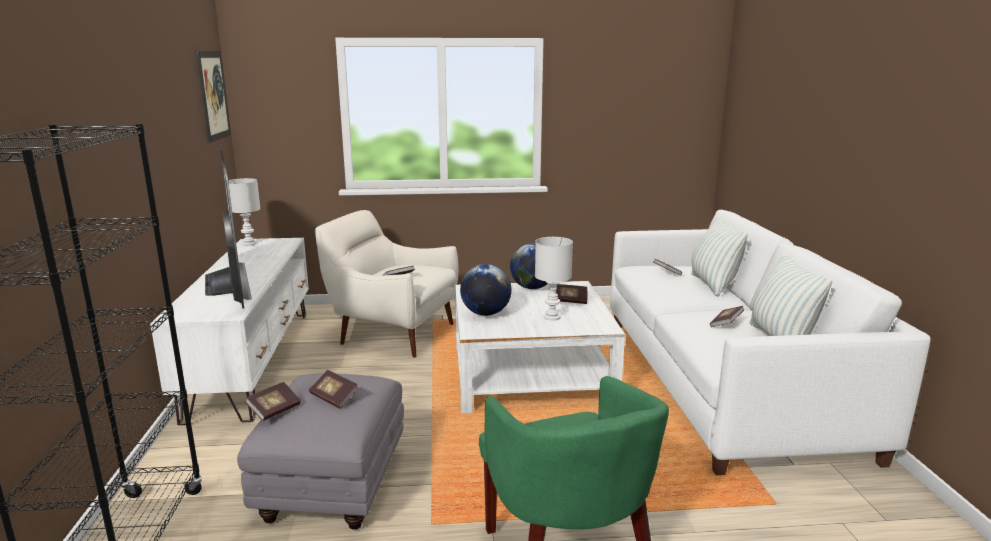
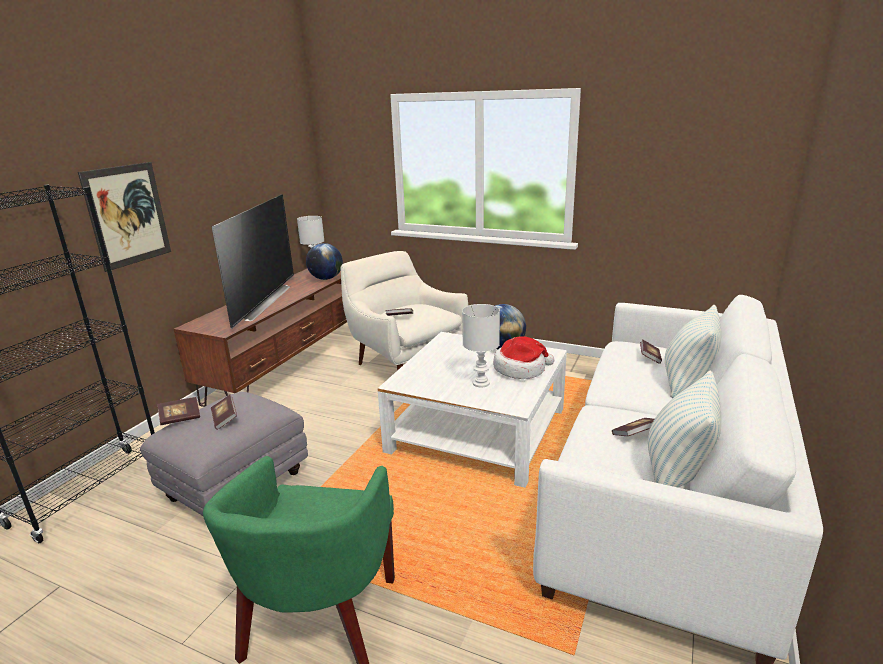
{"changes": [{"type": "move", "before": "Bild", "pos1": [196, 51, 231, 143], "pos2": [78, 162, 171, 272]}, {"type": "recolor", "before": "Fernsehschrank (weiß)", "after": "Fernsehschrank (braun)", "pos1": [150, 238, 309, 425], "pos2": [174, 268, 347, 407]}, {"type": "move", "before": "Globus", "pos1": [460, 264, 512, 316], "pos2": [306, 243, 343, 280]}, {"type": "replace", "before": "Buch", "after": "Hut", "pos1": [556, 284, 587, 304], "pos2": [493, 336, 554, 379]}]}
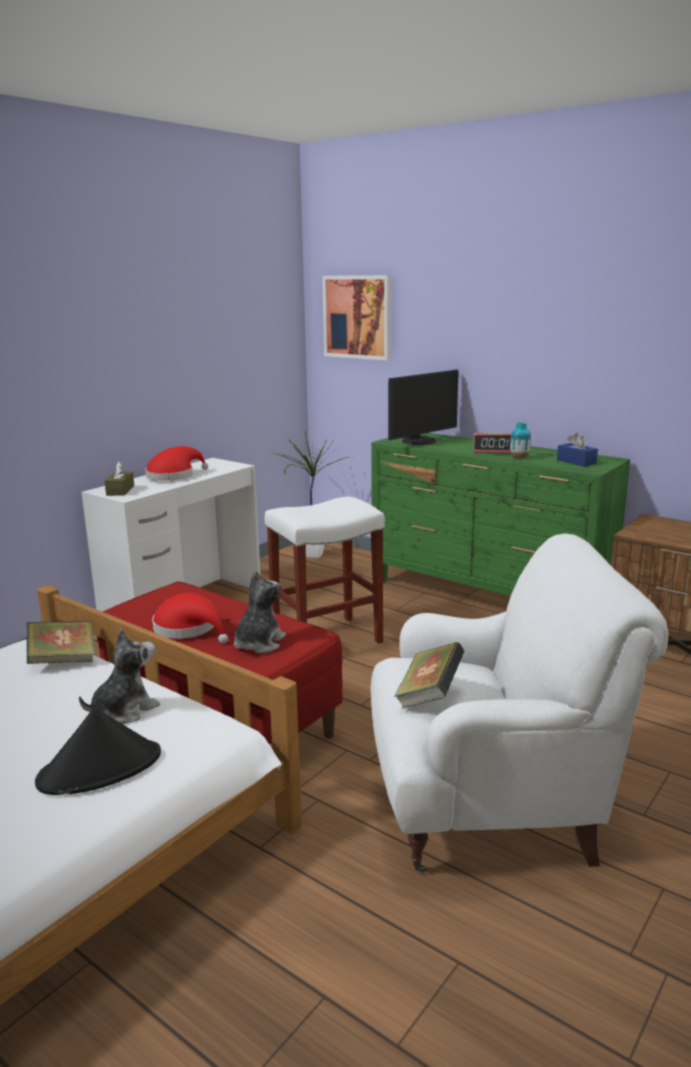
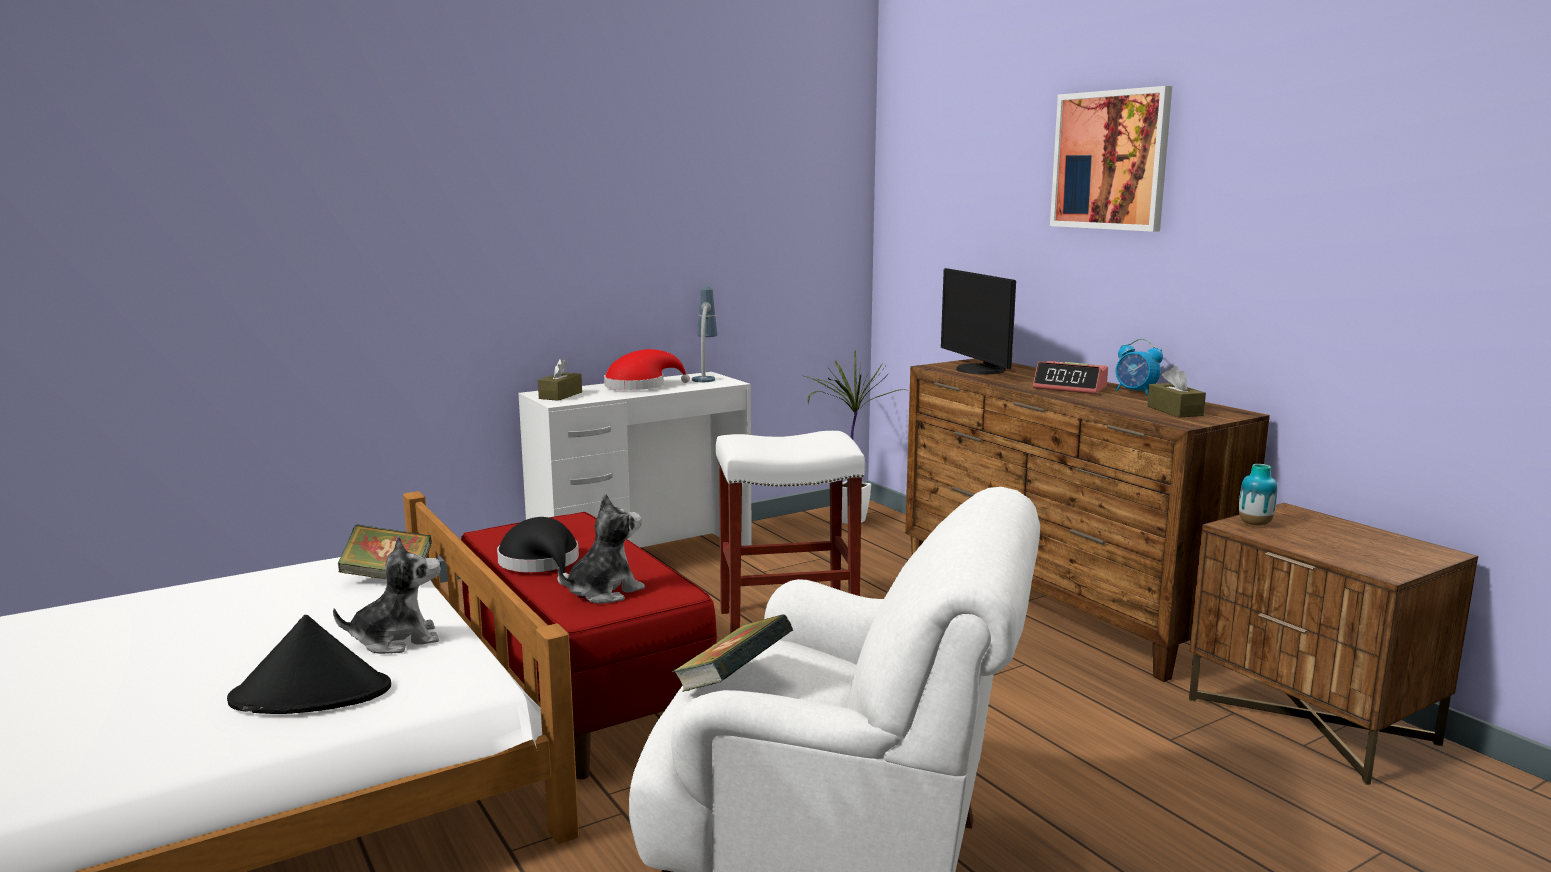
{"changes": [{"type": "move", "before": "Bild", "pos1": [322, 275, 391, 361], "pos2": [1050, 86, 1172, 232]}, {"type": "rotate", "before": "Monitor", "pos1": [388, 369, 459, 445], "pos2": [941, 268, 1016, 375], "turn": 90}, {"type": "move", "before": "Vase", "pos1": [510, 422, 531, 459], "pos2": [1239, 464, 1277, 526]}, {"type": "recolor", "before": "Kommode (grün)", "after": "Kommode (braun)", "pos1": [371, 433, 630, 596], "pos2": [905, 359, 1270, 682]}, {"type": "recolor", "before": "Taschentuchbox (blau)", "after": "Taschentuchbox (braun)", "pos1": [557, 433, 598, 467], "pos2": [1147, 366, 1206, 418]}, {"type": "recolor", "before": "Hut (rot)", "after": "Hut (schwarz)", "pos1": [152, 593, 228, 643], "pos2": [497, 517, 579, 585]}, {"type": "insert", "after": "Tischlampe", "pos2": [692, 286, 717, 382]}, {"type": "insert", "after": "Wecker", "pos2": [1116, 339, 1163, 396]}]}
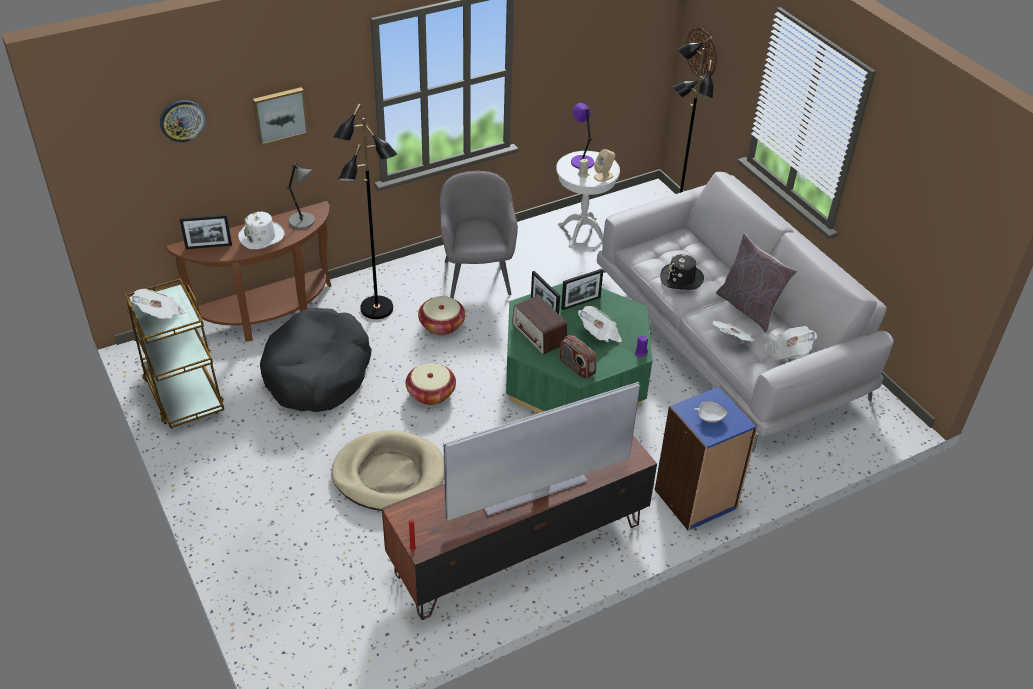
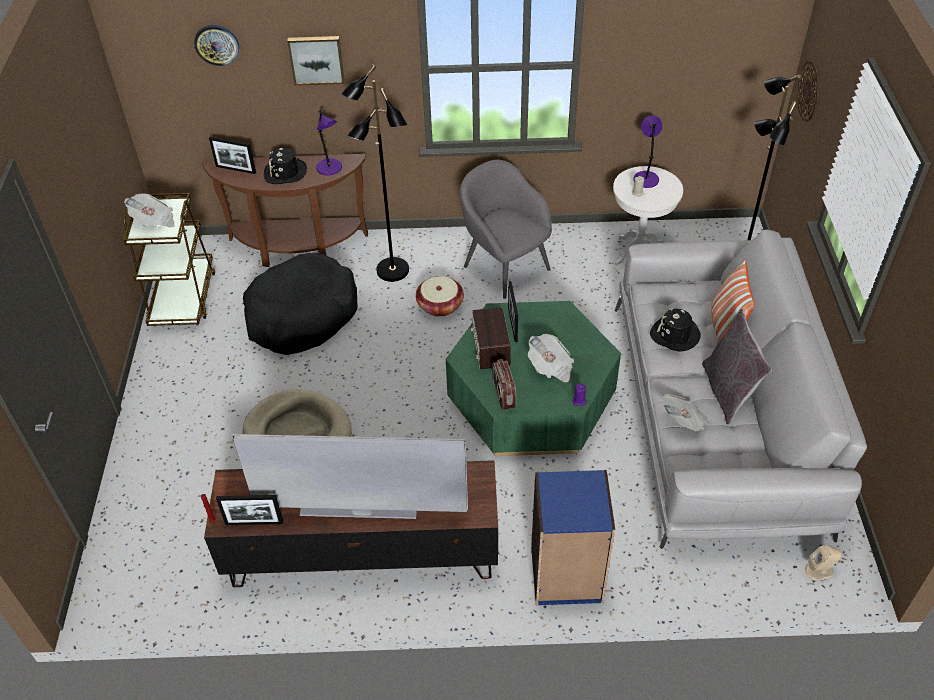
{"changes": [{"type": "move", "before": "Lautsprecher (beige)", "pos1": [594, 149, 615, 182], "pos2": [805, 545, 842, 580]}, {"type": "recolor", "before": "Tischlampe (grau)", "after": "Tischlampe (lila)", "pos1": [287, 163, 315, 229], "pos2": [316, 110, 342, 175]}, {"type": "rotate", "before": "Sessel (grau)", "pos1": [440, 171, 518, 298], "pos2": [460, 160, 552, 299], "turn": -60}, {"type": "recolor", "before": "Hut (weiß)", "after": "Hut (schwarz)", "pos1": [238, 211, 285, 249], "pos2": [264, 148, 307, 184]}, {"type": "move", "before": "Bilderrahmen", "pos1": [561, 269, 603, 310], "pos2": [216, 495, 283, 525]}, {"type": "delete", "before": "Zeitung", "pos1": [764, 326, 817, 362]}, {"type": "delete", "before": "Korb", "pos1": [406, 363, 456, 405]}, {"type": "delete", "before": "Schüssel (weiß)", "pos1": [694, 402, 727, 422]}, {"type": "insert", "after": "Kissen", "pos2": [711, 259, 755, 342]}]}
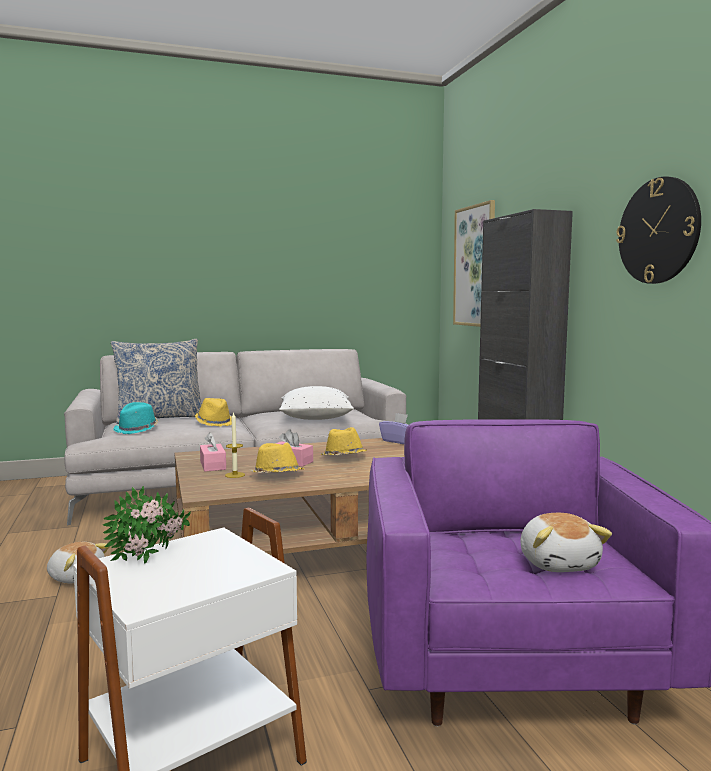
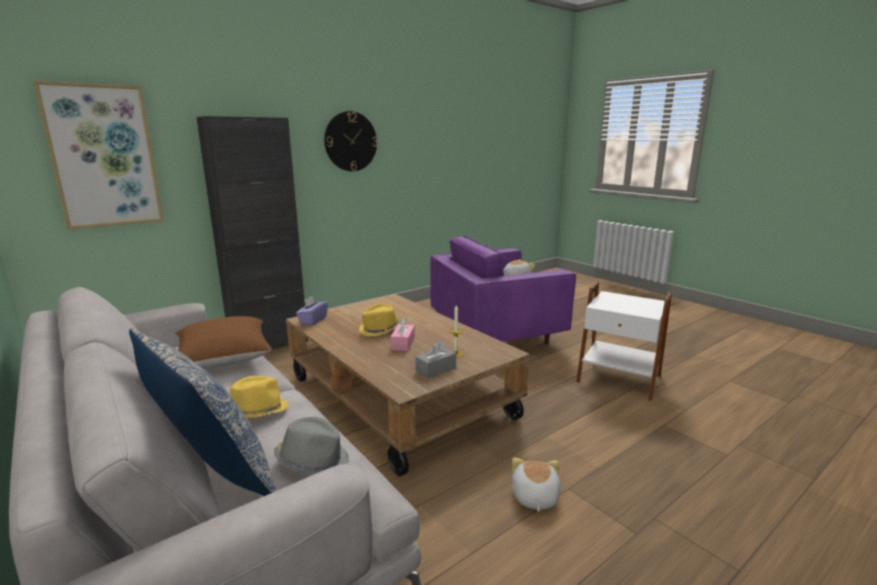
{"changes": [{"type": "recolor", "before": "Kissen (weiß)", "after": "Kissen (braun)", "pos1": [279, 386, 354, 420], "pos2": [175, 316, 273, 368]}, {"type": "recolor", "before": "Hut (türkis)", "after": "Hut (grau)", "pos1": [113, 402, 159, 434], "pos2": [274, 417, 349, 477]}, {"type": "recolor", "before": "Taschentuchbox (rosa)", "after": "Taschentuchbox (grau)", "pos1": [200, 432, 226, 472], "pos2": [415, 341, 456, 378]}, {"type": "delete", "before": "Hut (gelb)", "pos1": [249, 442, 304, 473]}, {"type": "delete", "before": "Topfpflanze", "pos1": [103, 486, 191, 564]}]}
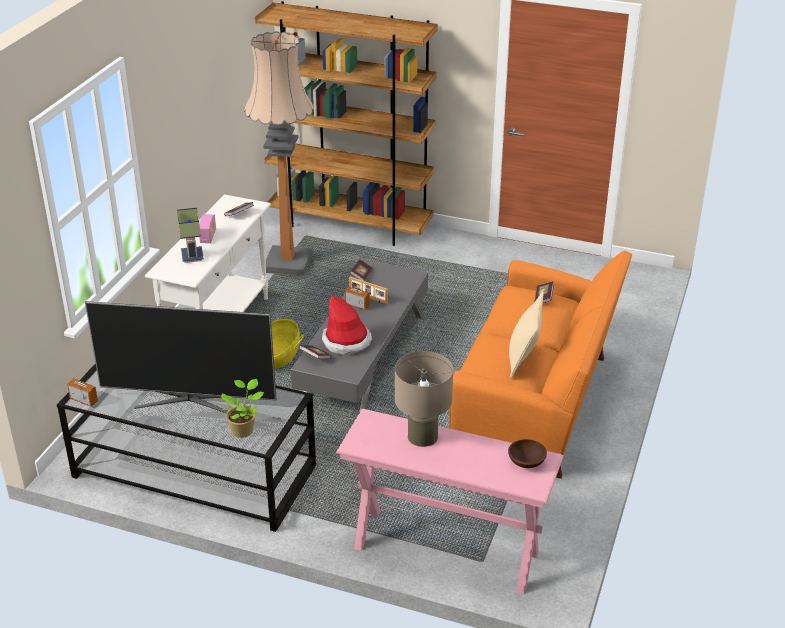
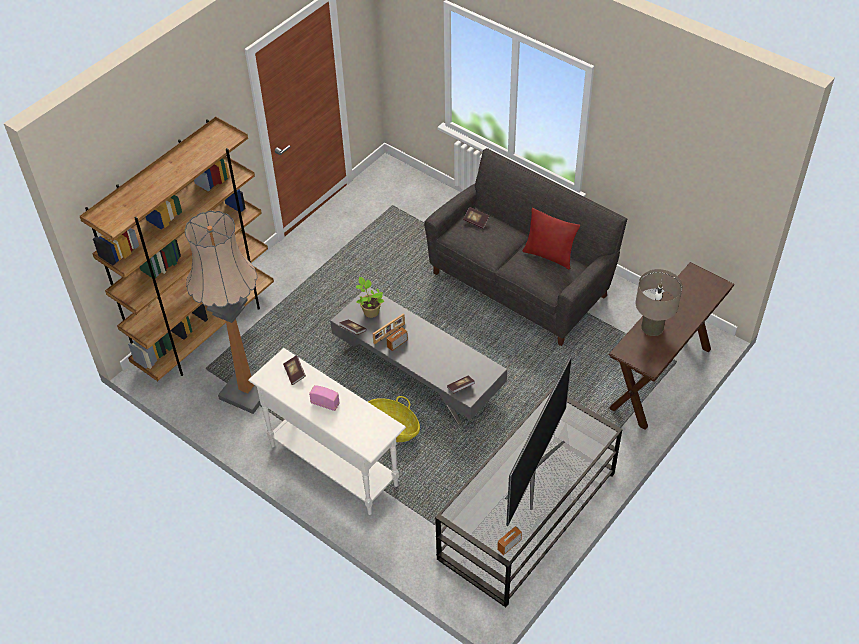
{"changes": [{"type": "delete", "before": "Tischlampe", "pos1": [177, 208, 204, 263]}, {"type": "recolor", "before": "Sofa (orange)", "after": "Sofa (grau)", "pos1": [449, 250, 632, 479], "pos2": [424, 148, 627, 346]}, {"type": "recolor", "before": "Kissen (beige)", "after": "Kissen (rot)", "pos1": [509, 292, 544, 378], "pos2": [523, 208, 580, 269]}, {"type": "delete", "before": "Hut", "pos1": [322, 296, 372, 355]}, {"type": "move", "before": "Topfpflanze", "pos1": [218, 379, 264, 438], "pos2": [356, 277, 384, 318]}, {"type": "recolor", "before": "Konsolentisch (rosa)", "after": "Konsolentisch (braun)", "pos1": [336, 409, 564, 594], "pos2": [609, 262, 735, 430]}, {"type": "delete", "before": "Schüssel (braun)", "pos1": [508, 439, 547, 468]}]}
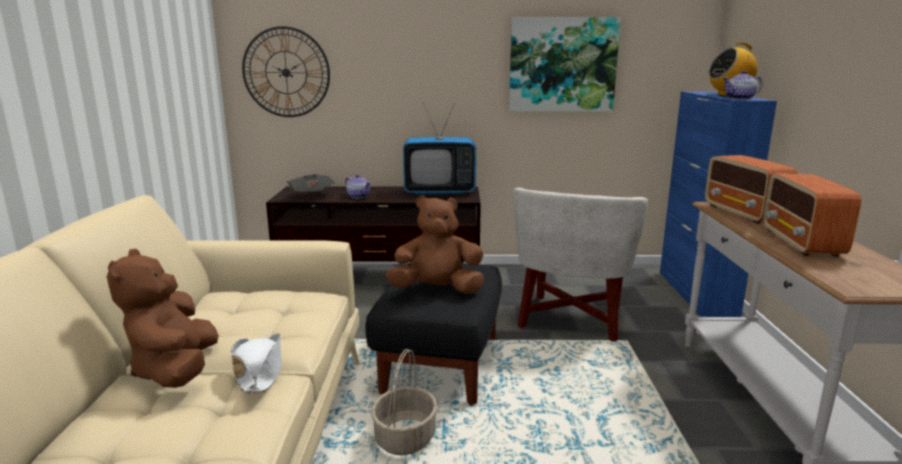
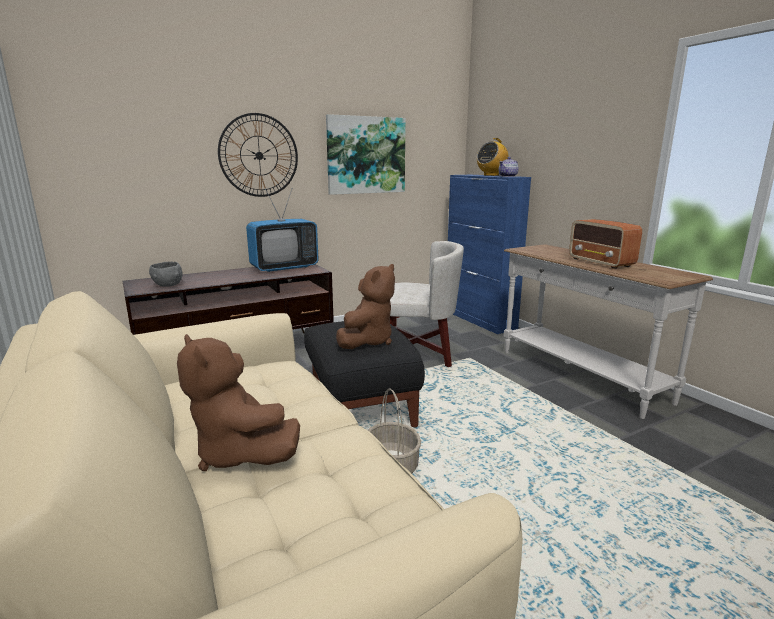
{"changes": [{"type": "move", "before": "Wanduhr", "pos1": [242, 26, 330, 117], "pos2": [218, 113, 298, 197]}, {"type": "delete", "before": "Radio", "pos1": [705, 155, 798, 224]}, {"type": "replace", "before": "Zeitung", "after": "Schüssel (grau)", "pos1": [287, 174, 335, 192], "pos2": [149, 262, 183, 287]}, {"type": "delete", "before": "Teekanne", "pos1": [345, 174, 371, 198]}, {"type": "rotate", "before": "Sessel (weiß)", "pos1": [513, 188, 648, 341], "pos2": [390, 241, 464, 367], "turn": -75}, {"type": "rotate", "before": "Plüschtier (braun)", "pos1": [386, 195, 484, 294], "pos2": [336, 264, 395, 349], "turn": 150}, {"type": "delete", "before": "Hut (weiß)", "pos1": [231, 333, 282, 394]}]}
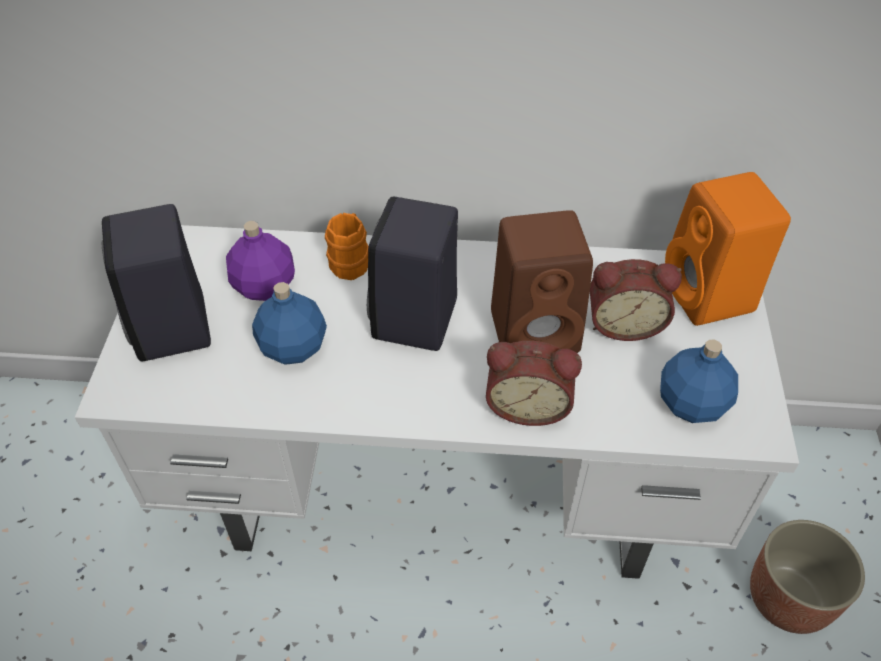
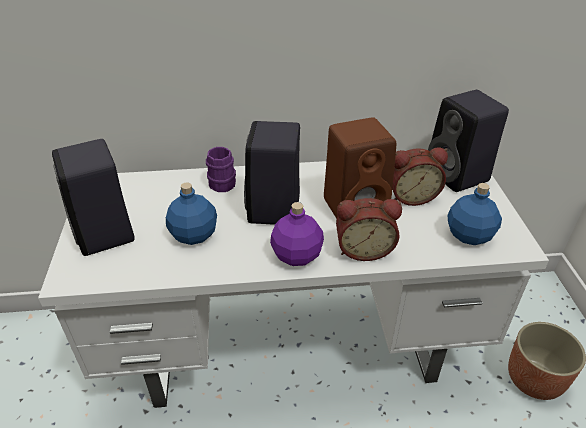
{"changes": [{"type": "recolor", "before": "Lautsprecher (orange)", "after": "Lautsprecher (schwarz)", "pos1": [665, 172, 791, 326], "pos2": [428, 90, 509, 192]}, {"type": "recolor", "before": "Henkelbecher (orange)", "after": "Henkelbecher (lila)", "pos1": [325, 213, 369, 280], "pos2": [206, 147, 236, 192]}, {"type": "move", "before": "Flasche (lila)", "pos1": [226, 221, 295, 301], "pos2": [270, 202, 324, 266]}]}
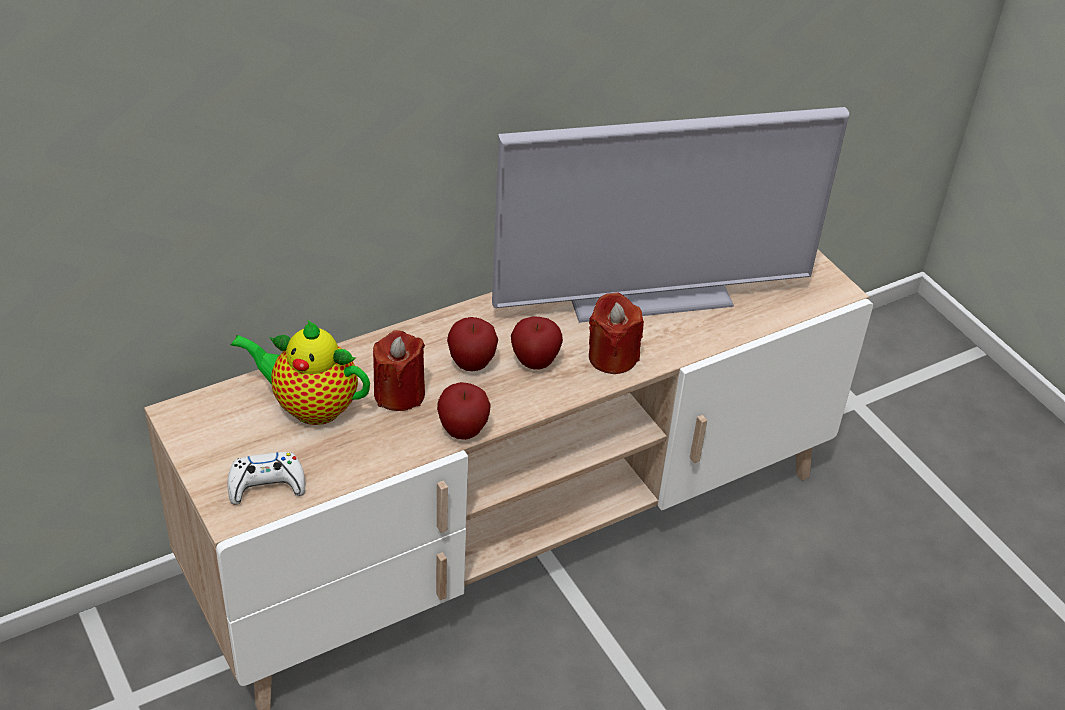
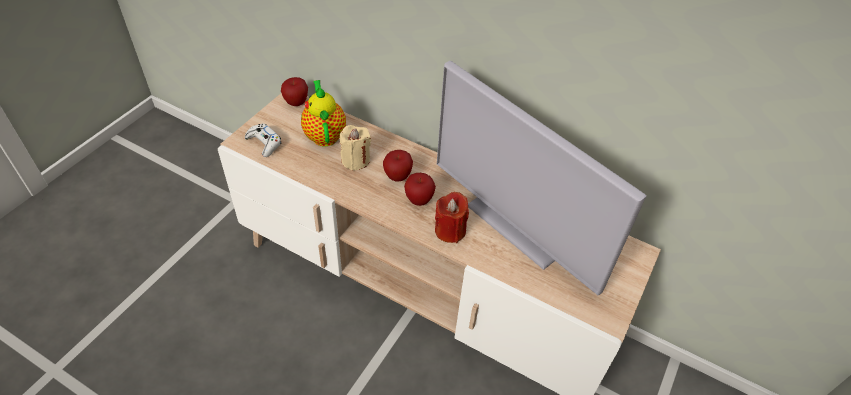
{"changes": [{"type": "recolor", "before": "Kerze (rot)", "after": "Kerze (beige)", "pos1": [373, 330, 425, 411], "pos2": [340, 125, 371, 171]}, {"type": "move", "before": "Apfel", "pos1": [437, 382, 491, 440], "pos2": [281, 77, 308, 106]}]}
